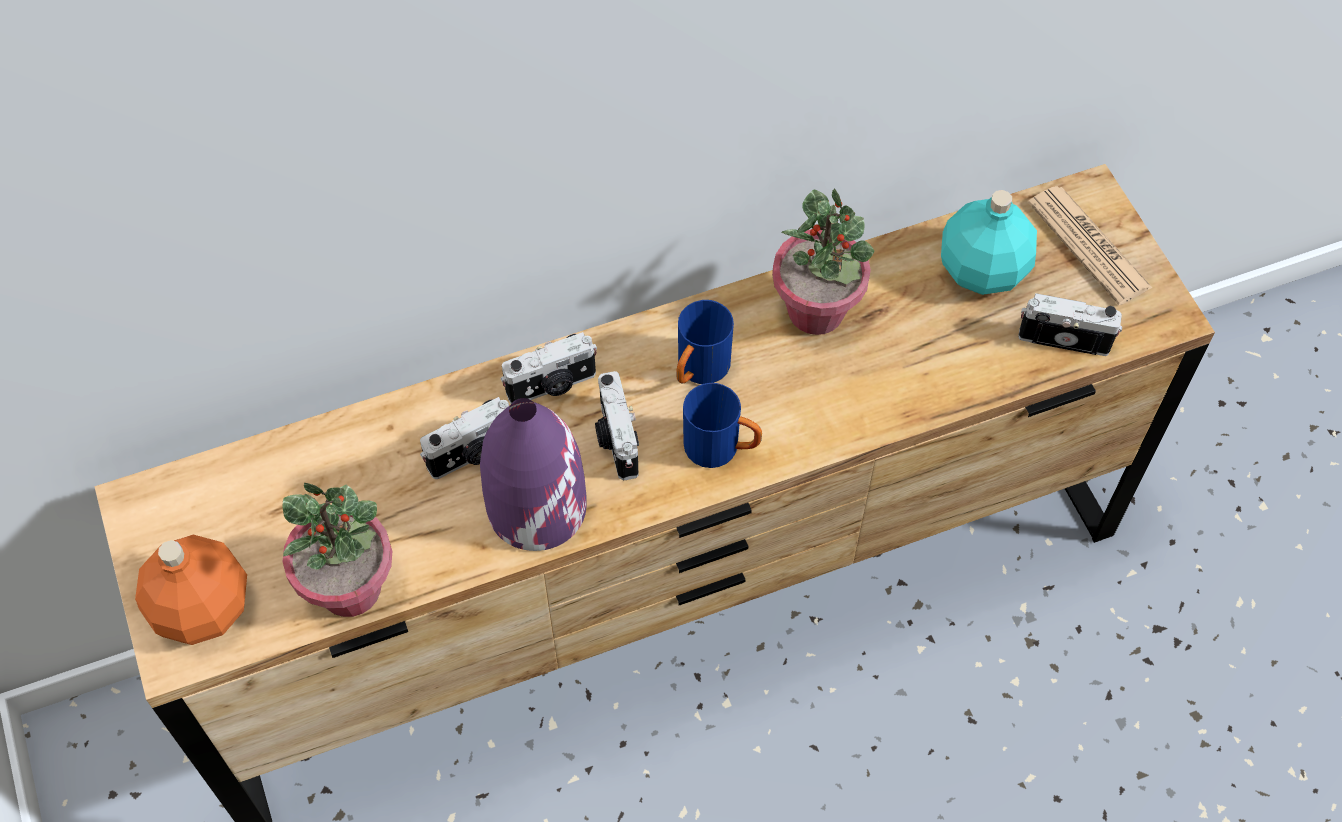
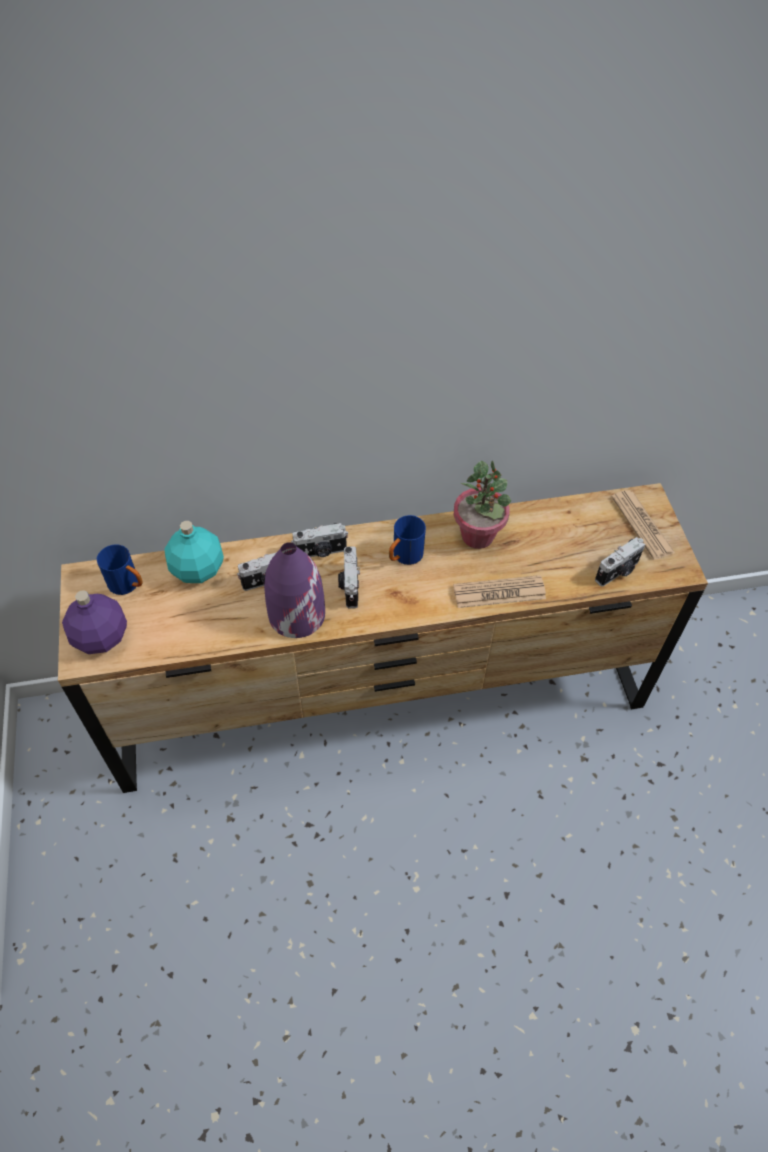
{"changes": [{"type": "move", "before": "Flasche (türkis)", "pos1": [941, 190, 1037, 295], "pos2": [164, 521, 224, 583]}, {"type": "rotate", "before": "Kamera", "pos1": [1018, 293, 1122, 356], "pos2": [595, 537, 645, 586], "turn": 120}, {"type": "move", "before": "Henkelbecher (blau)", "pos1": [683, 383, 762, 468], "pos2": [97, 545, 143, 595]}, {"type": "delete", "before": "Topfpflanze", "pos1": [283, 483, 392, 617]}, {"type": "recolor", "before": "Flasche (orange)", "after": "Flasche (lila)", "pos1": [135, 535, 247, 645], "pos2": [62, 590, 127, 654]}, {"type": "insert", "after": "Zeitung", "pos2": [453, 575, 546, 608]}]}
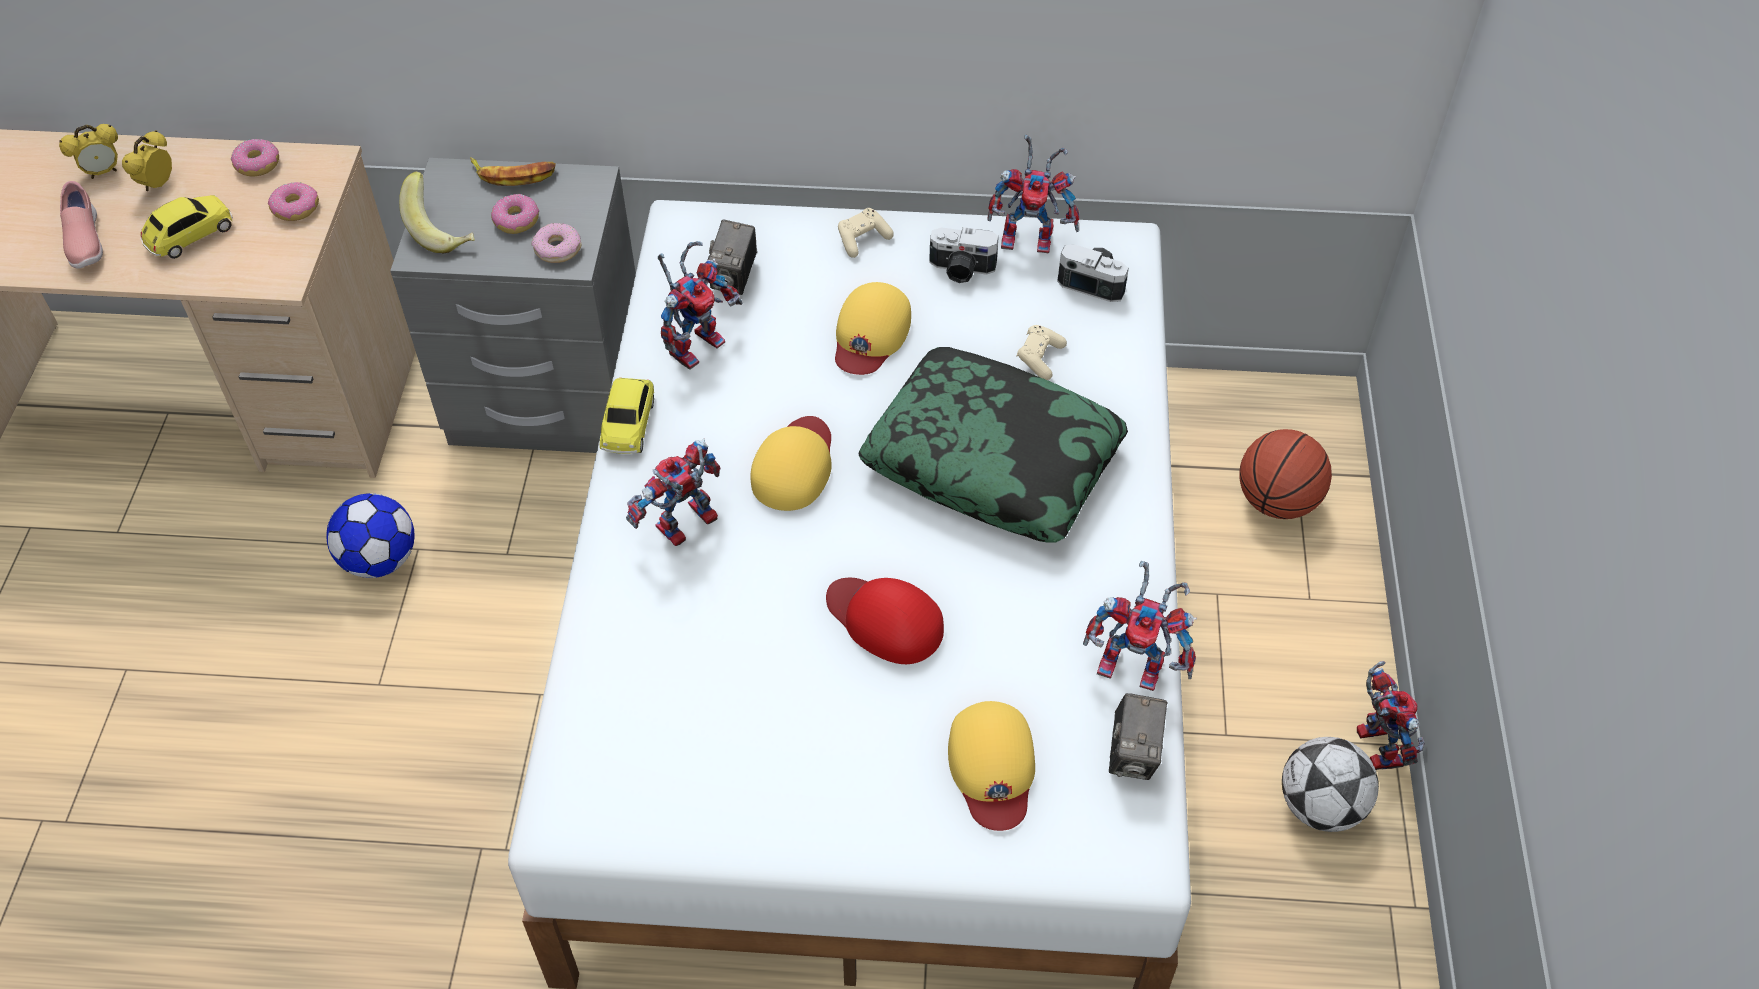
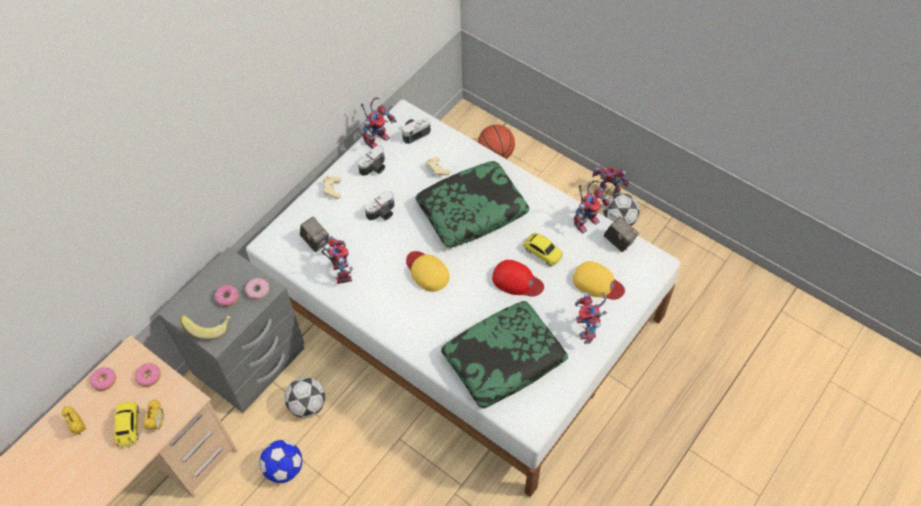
{"changes": [{"type": "move", "before": "Wecker", "pos1": [59, 124, 118, 179], "pos2": [143, 400, 164, 430]}, {"type": "delete", "before": "Banane", "pos1": [470, 157, 556, 186]}, {"type": "delete", "before": "Schuh (rosa)", "pos1": [60, 181, 103, 268]}, {"type": "replace", "before": "Kappe (gelb)", "after": "Kamera", "pos1": [835, 282, 911, 375], "pos2": [365, 191, 394, 221]}, {"type": "move", "before": "Spielzeugauto", "pos1": [600, 378, 654, 454], "pos2": [523, 233, 563, 267]}, {"type": "move", "before": "Spielzeugroboter", "pos1": [626, 438, 721, 546], "pos2": [575, 292, 607, 344]}, {"type": "rotate", "before": "Kappe (rot)", "pos1": [826, 578, 944, 664], "pos2": [492, 260, 544, 297], "turn": -135}, {"type": "insert", "after": "Kissen", "pos2": [441, 301, 568, 408]}, {"type": "insert", "after": "Fußball", "pos2": [285, 377, 326, 418]}]}
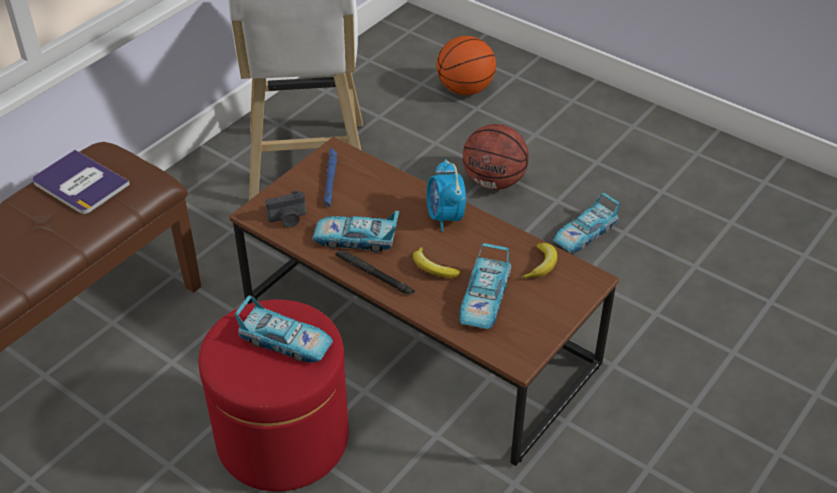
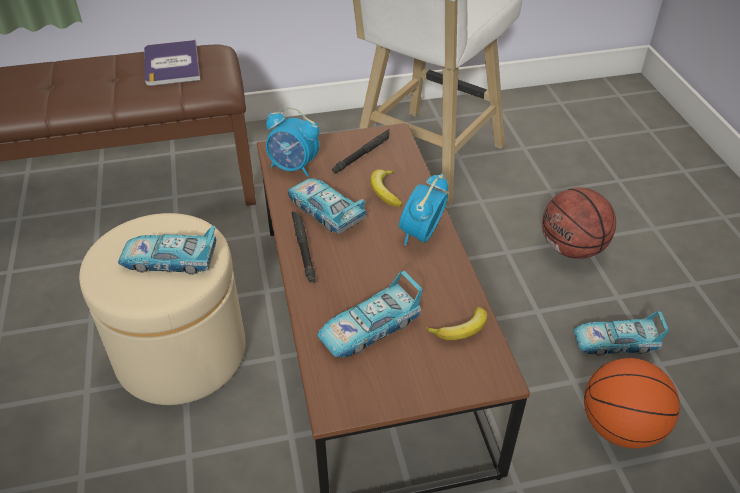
{"changes": [{"type": "move", "before": "Basketball", "pos1": [436, 36, 496, 95], "pos2": [584, 358, 680, 448]}, {"type": "recolor", "before": "Taschenlampe (blau)", "after": "Taschenlampe (schwarz)", "pos1": [324, 148, 337, 207], "pos2": [332, 129, 389, 174]}, {"type": "replace", "before": "Kamera", "after": "Wecker", "pos1": [265, 191, 306, 227], "pos2": [266, 107, 319, 177]}, {"type": "move", "before": "Banane", "pos1": [413, 247, 461, 278], "pos2": [370, 169, 403, 207]}, {"type": "rotate", "before": "Spielzeugauto", "pos1": [235, 295, 333, 363], "pos2": [118, 226, 216, 275], "turn": 120}, {"type": "recolor", "before": "Polsterhocker (rot)", "after": "Polsterhocker (beige)", "pos1": [199, 299, 349, 491], "pos2": [79, 213, 246, 405]}]}
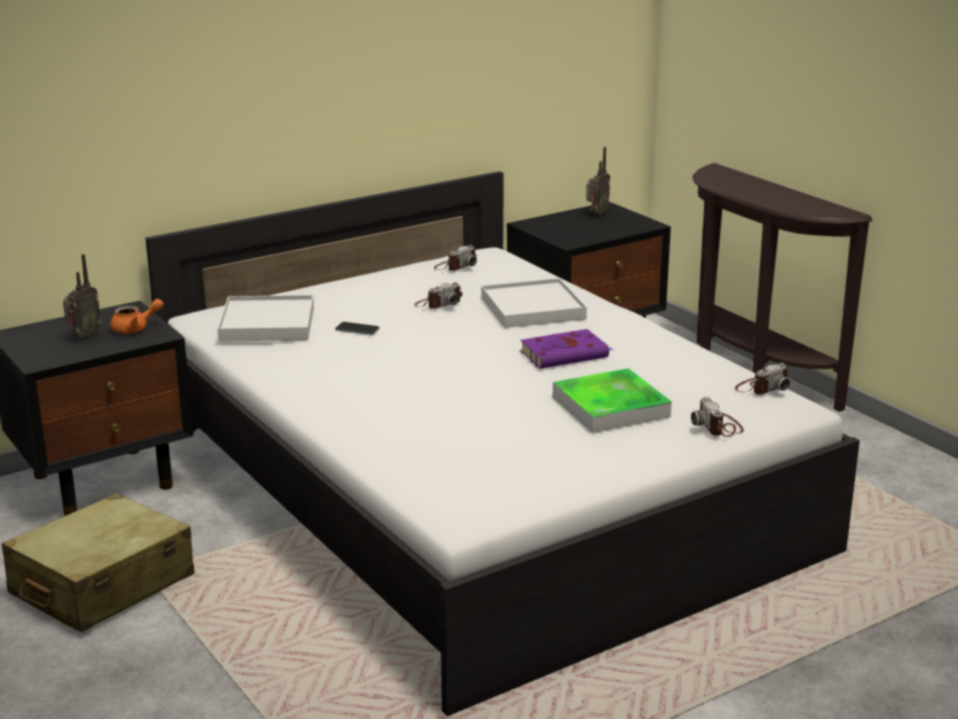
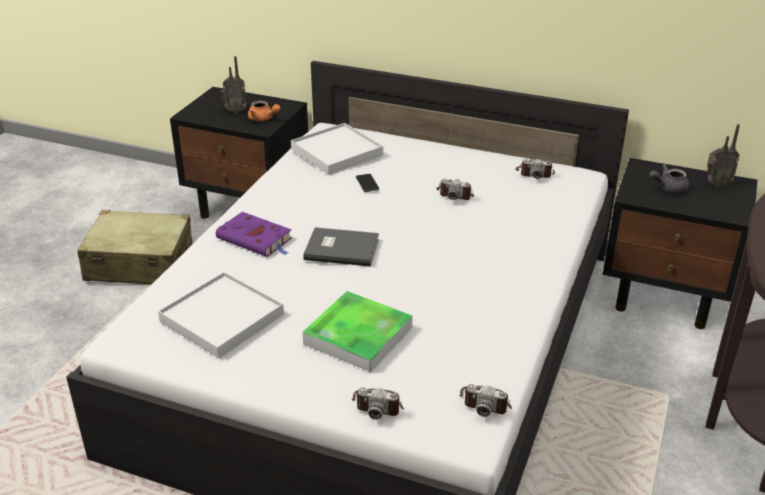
{"changes": [{"type": "move", "before": "Tablett (weiß)", "pos1": [481, 278, 587, 328], "pos2": [158, 272, 284, 358]}, {"type": "move", "before": "Buch (lila)", "pos1": [520, 329, 614, 369], "pos2": [216, 212, 292, 257]}, {"type": "rotate", "before": "Kamera", "pos1": [691, 397, 744, 437], "pos2": [352, 387, 404, 420], "turn": -120}, {"type": "insert", "after": "Teekanne (grau)", "pos2": [649, 164, 689, 193]}, {"type": "insert", "after": "Buch (grau)", "pos2": [303, 227, 379, 267]}]}
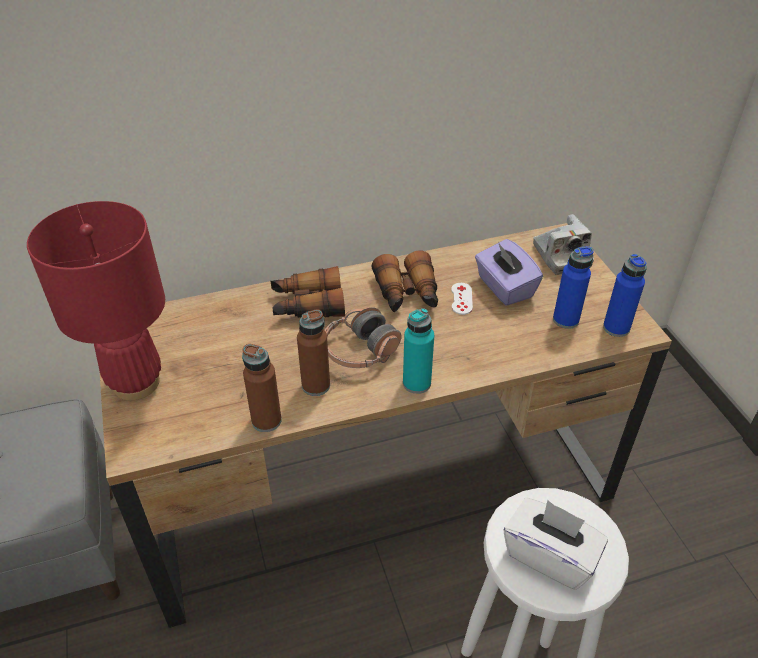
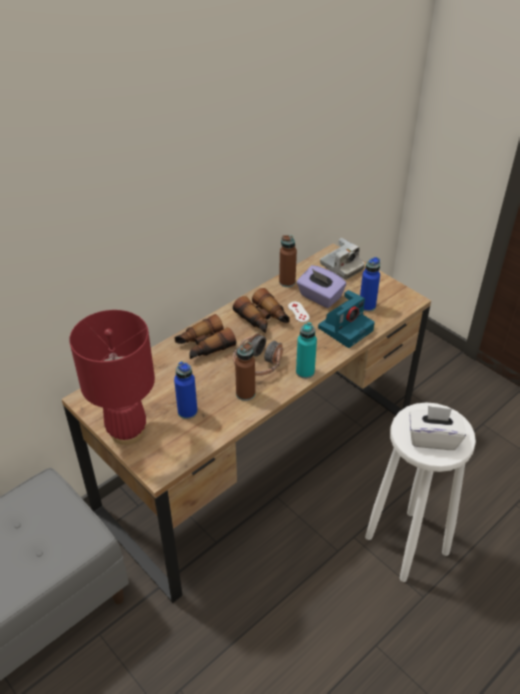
{"changes": [{"type": "move", "before": "Flasche (blau)", "pos1": [603, 254, 647, 337], "pos2": [174, 361, 198, 419]}, {"type": "move", "before": "Flasche (braun)", "pos1": [242, 344, 282, 432], "pos2": [279, 235, 297, 287]}, {"type": "insert", "after": "Kamera", "pos2": [318, 290, 375, 348]}]}
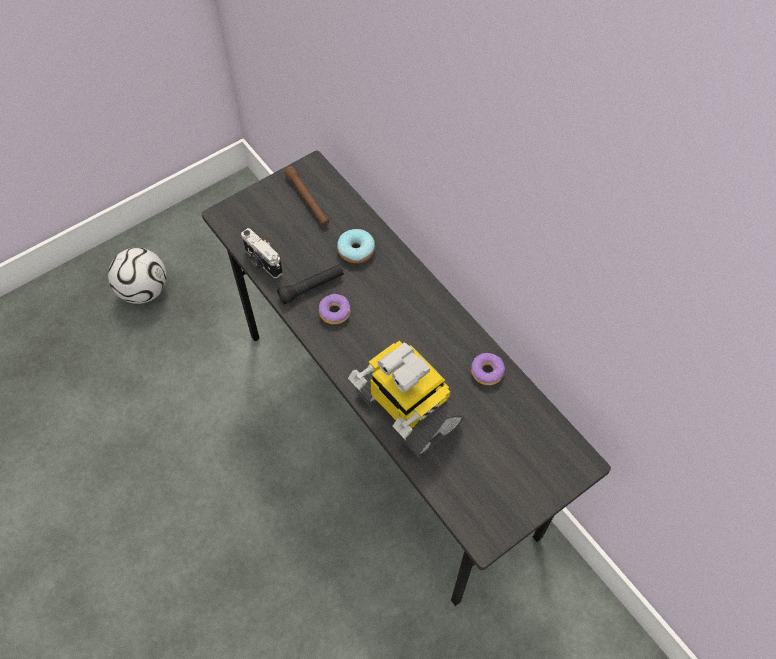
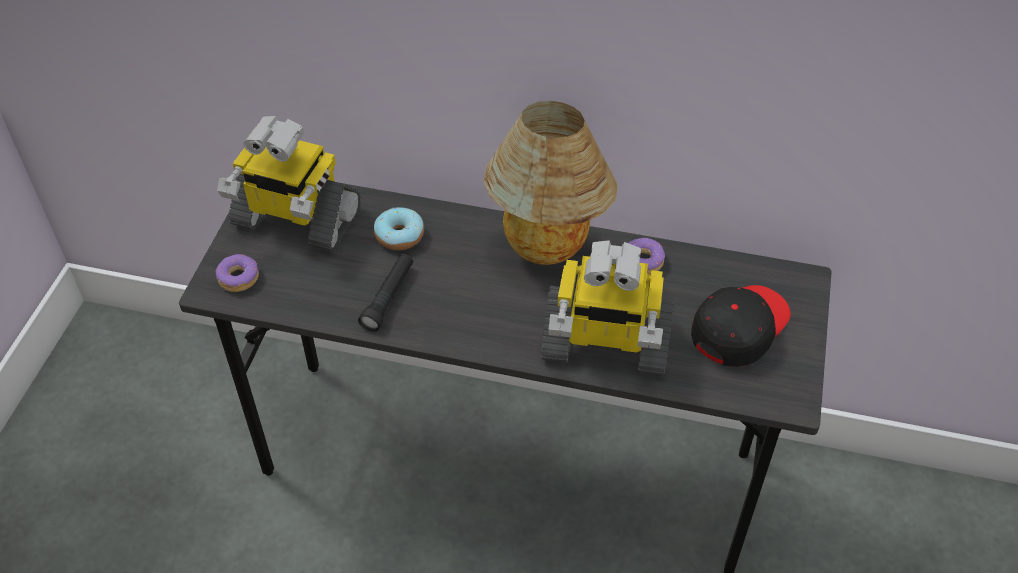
{"changes": [{"type": "replace", "before": "Taschenlampe (braun)", "after": "Spielzeugroboter", "pos1": [285, 166, 329, 226], "pos2": [217, 116, 361, 251]}, {"type": "delete", "before": "Kamera", "pos1": [241, 228, 283, 278]}, {"type": "delete", "before": "Fußball", "pos1": [108, 248, 167, 304]}, {"type": "move", "before": "Donut", "pos1": [319, 294, 351, 325], "pos2": [216, 254, 259, 292]}, {"type": "insert", "after": "Tischlampe", "pos2": [483, 101, 618, 265]}, {"type": "insert", "after": "Kappe (schwarz)", "pos2": [691, 285, 791, 367]}]}
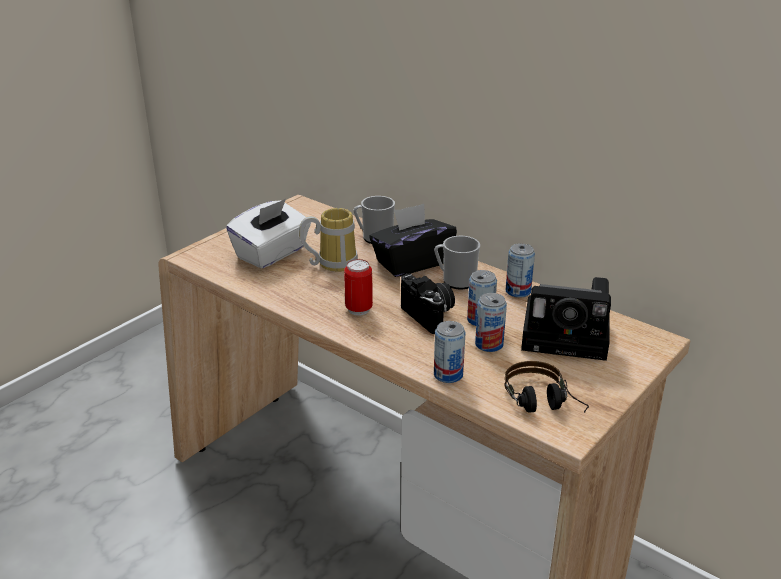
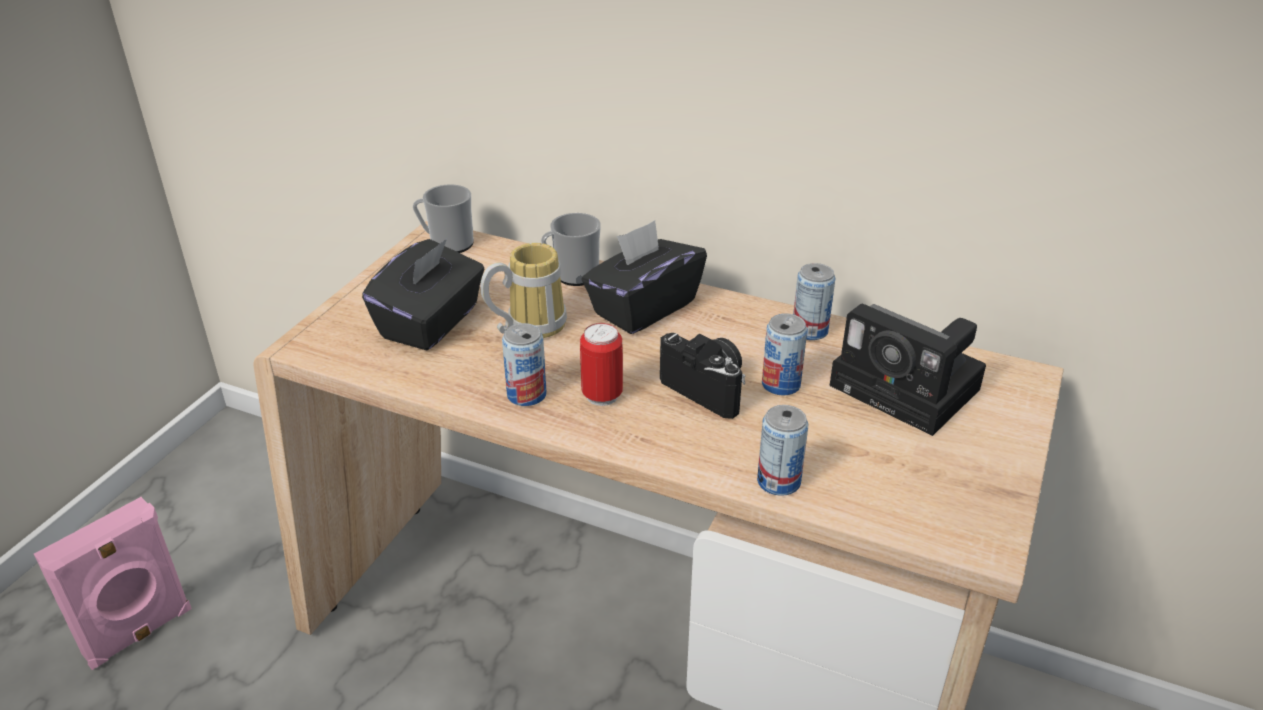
{"changes": [{"type": "recolor", "before": "Taschentuchbox (weiß)", "after": "Taschentuchbox (schwarz)", "pos1": [226, 199, 311, 269], "pos2": [362, 239, 484, 350]}, {"type": "move", "before": "Henkelbecher", "pos1": [434, 236, 480, 289], "pos2": [413, 184, 474, 253]}, {"type": "rotate", "before": "Kamera", "pos1": [521, 277, 611, 361], "pos2": [830, 303, 986, 436], "turn": 45}, {"type": "move", "before": "Dose", "pos1": [475, 293, 507, 352], "pos2": [502, 323, 547, 406]}, {"type": "delete", "before": "Kopfhörer", "pos1": [504, 361, 589, 413]}, {"type": "insert", "after": "Lautsprecher (rosa)", "pos2": [34, 497, 192, 670]}]}
